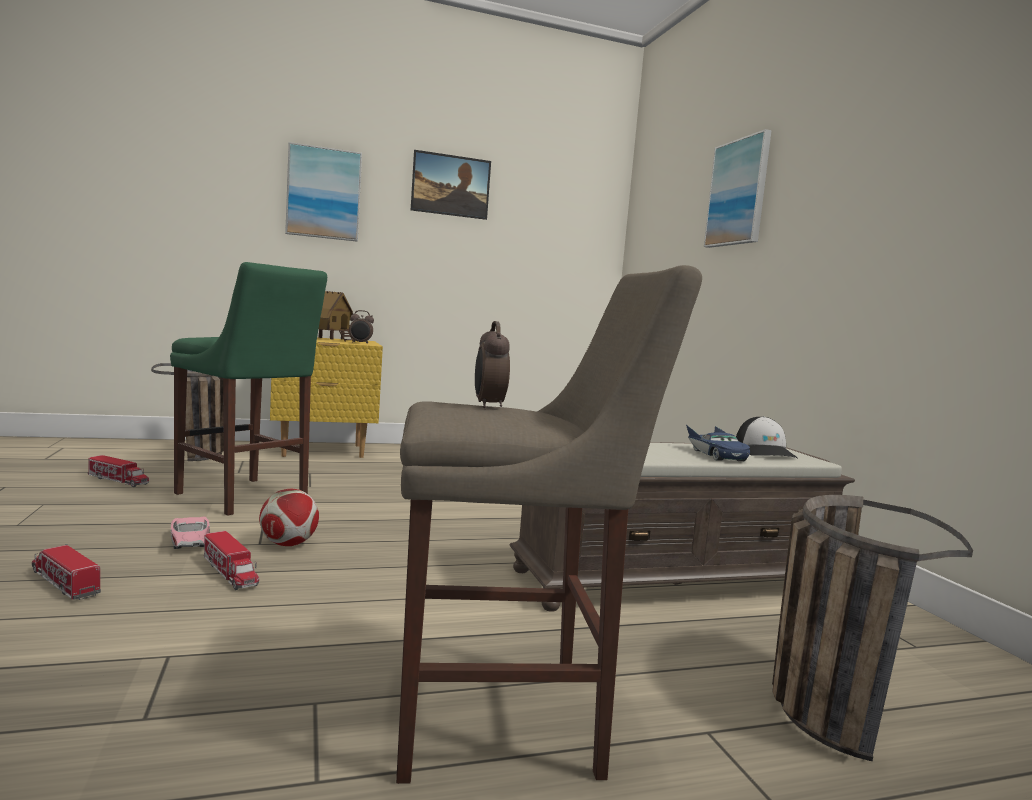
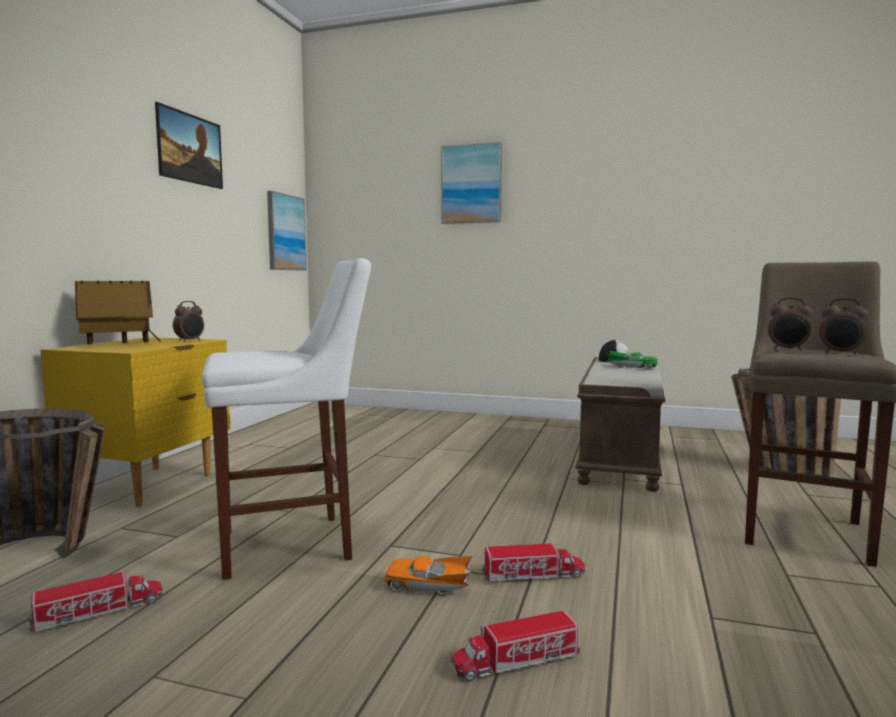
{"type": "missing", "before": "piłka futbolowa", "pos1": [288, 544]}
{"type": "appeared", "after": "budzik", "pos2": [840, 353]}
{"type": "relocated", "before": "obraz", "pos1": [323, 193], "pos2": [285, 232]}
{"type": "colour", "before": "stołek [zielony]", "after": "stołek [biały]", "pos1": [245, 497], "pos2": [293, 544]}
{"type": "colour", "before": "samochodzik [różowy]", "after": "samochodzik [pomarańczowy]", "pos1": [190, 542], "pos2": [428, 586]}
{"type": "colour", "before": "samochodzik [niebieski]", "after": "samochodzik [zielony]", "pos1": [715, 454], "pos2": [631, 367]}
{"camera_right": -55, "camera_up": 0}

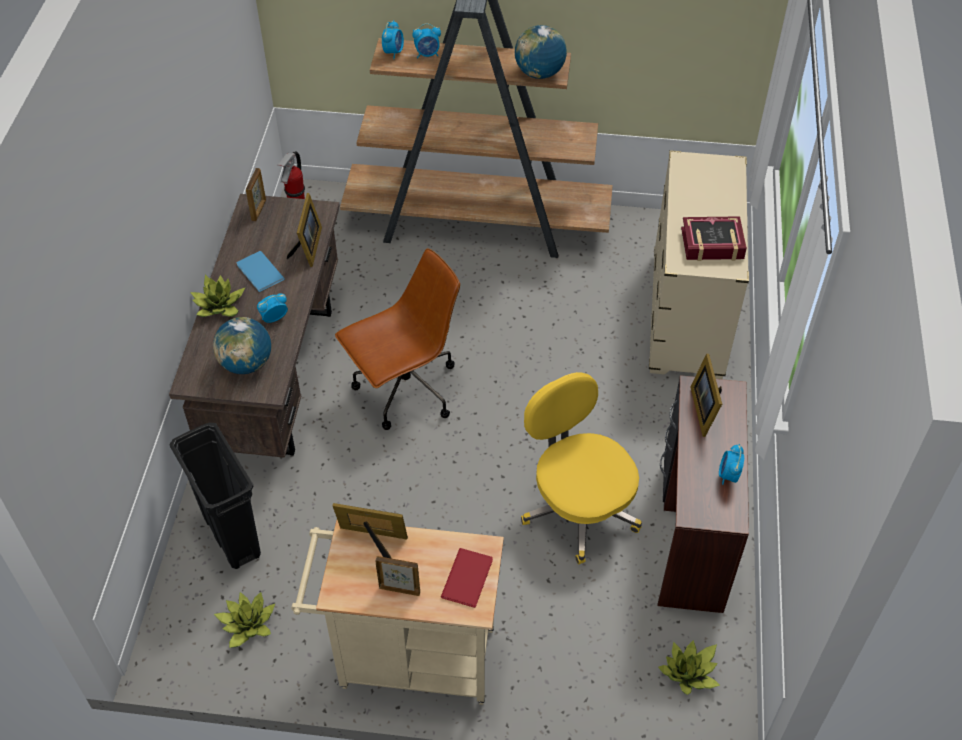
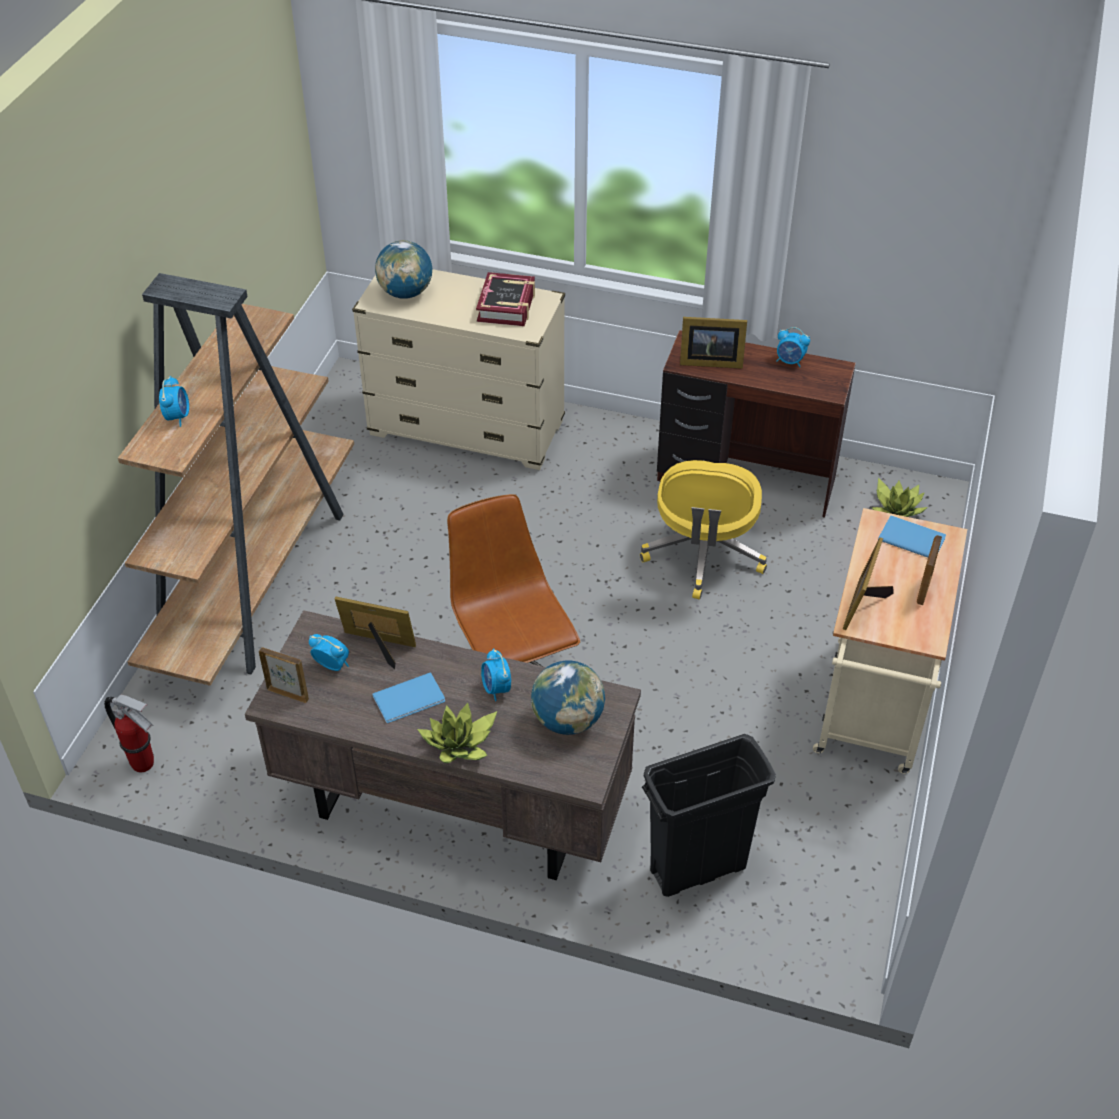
{"type": "missing", "before": "roślina doniczkowa", "pos1": [247, 625]}
{"type": "relocated", "before": "budzik", "pos1": [393, 52], "pos2": [332, 665]}
{"type": "relocated", "before": "globus", "pos1": [539, 73], "pos2": [405, 293]}
{"type": "colour", "before": "książka [czerwony]", "after": "książka [niebieski]", "pos1": [469, 577], "pos2": [910, 537]}
{"type": "spun", "before": "krzesło biurowe [żółty]", "pos1": [578, 508], "pos2": [703, 554], "turn": -60}
{"camera_right": -80, "camera_up": -5}

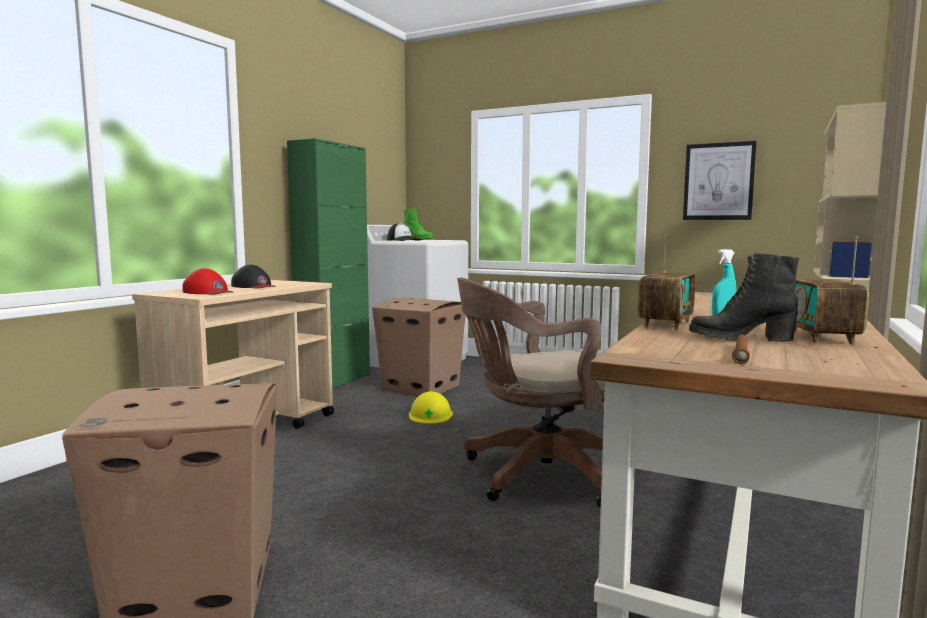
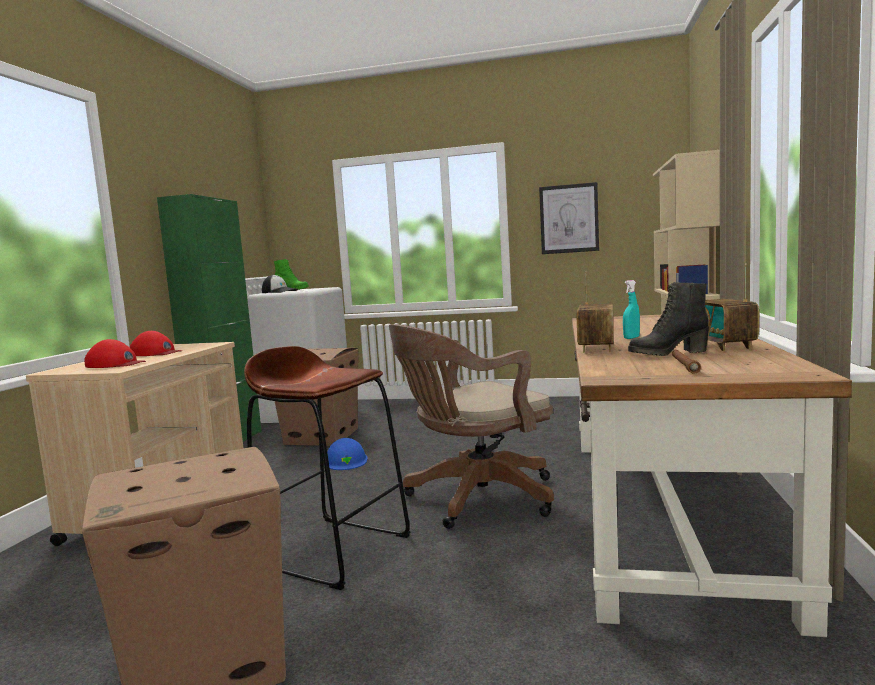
{"type": "appeared", "after": "stołek [brązowy]", "pos2": [333, 550]}
{"type": "colour", "before": "czapka z daszkiem [czarny]", "after": "czapka z daszkiem [czerwony]", "pos1": [254, 286], "pos2": [156, 353]}
{"type": "colour", "before": "kask [żółty]", "after": "kask [niebieski]", "pos1": [430, 414], "pos2": [346, 461]}
{"camera_right": -15, "camera_up": 0}

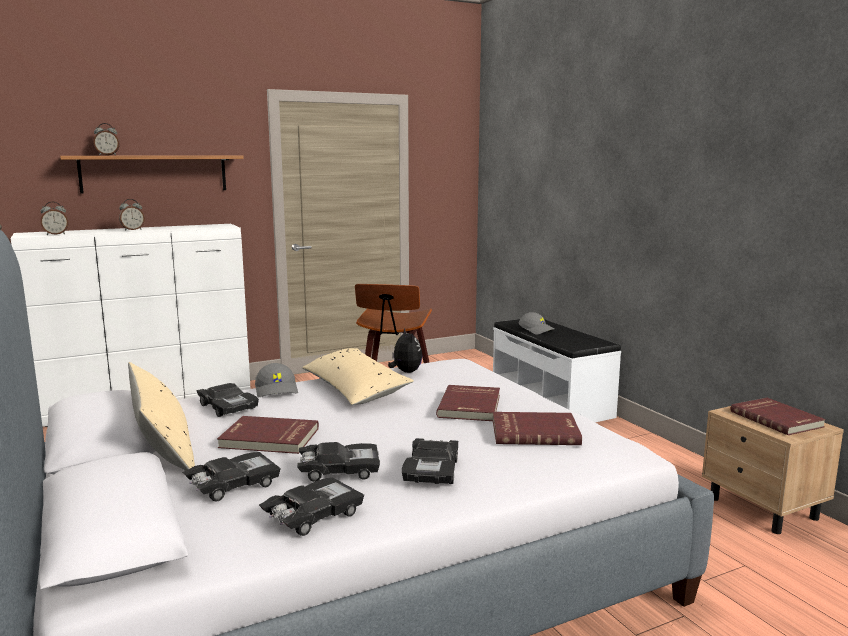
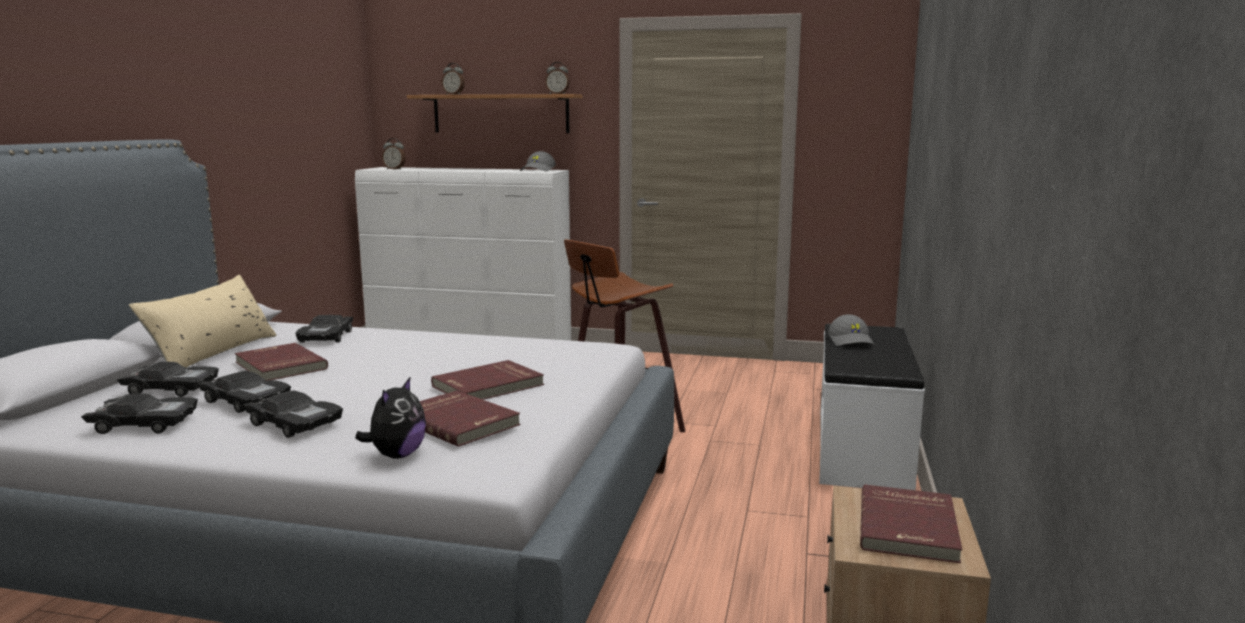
{"type": "missing", "before": "poduszka [beżowy]", "pos1": [355, 389]}
{"type": "relocated", "before": "budzik", "pos1": [132, 230], "pos2": [557, 94]}
{"type": "relocated", "before": "czapka z daszkiem [szary]", "pos1": [277, 390], "pos2": [538, 170]}
{"type": "relocated", "before": "pluszak", "pos1": [405, 372], "pos2": [397, 455]}
{"type": "spun", "before": "samochodzik [czarny]", "pos1": [432, 471], "pos2": [294, 424], "turn": -105}
{"camera_right": 40, "camera_up": 0}

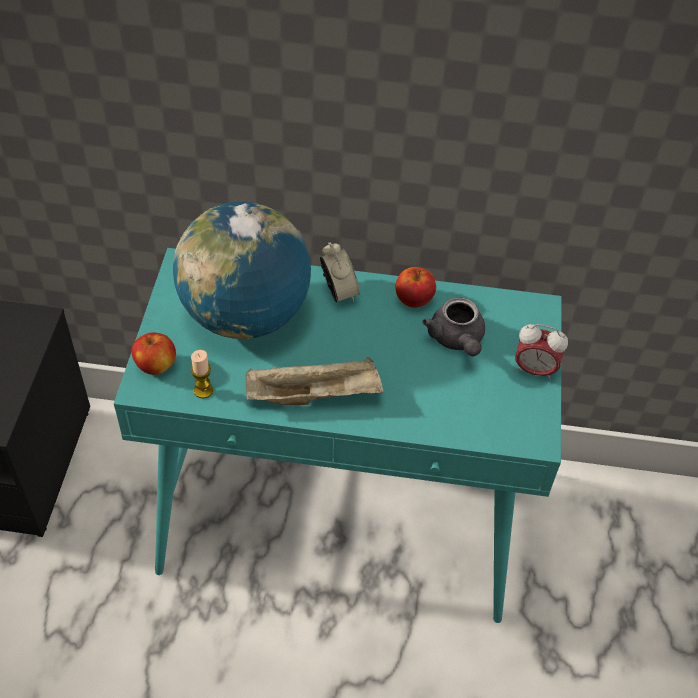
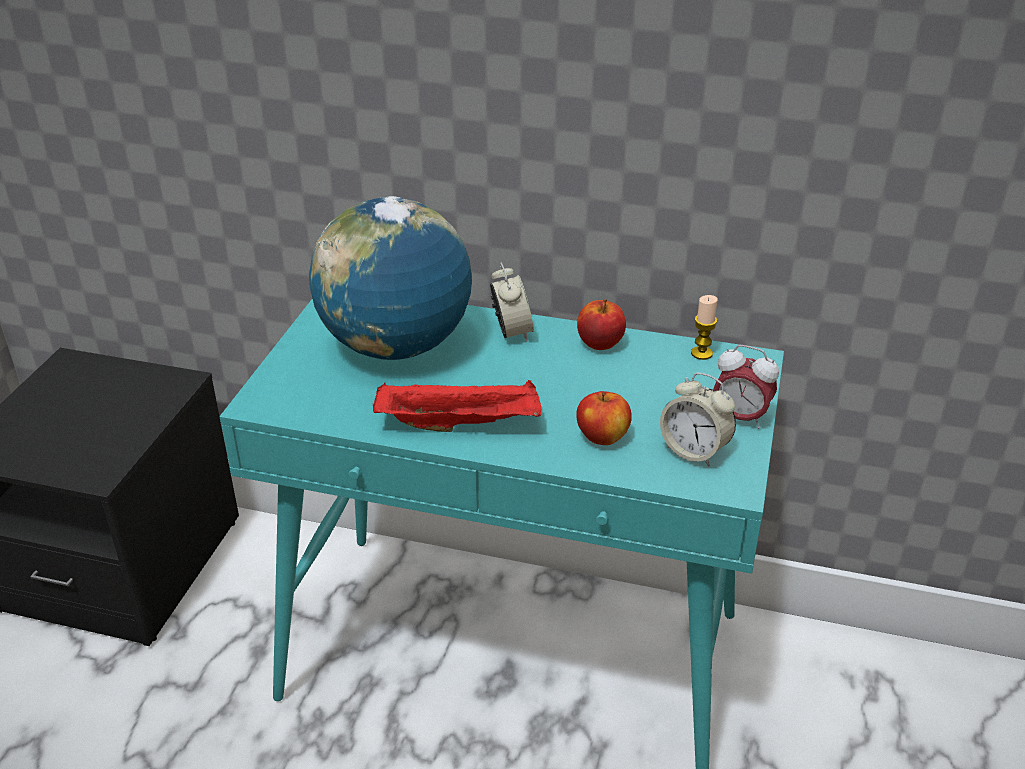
{"type": "missing", "before": "imbryk [szary]", "pos1": [457, 340]}
{"type": "appeared", "after": "budzik", "pos2": [694, 451]}
{"type": "relocated", "before": "jabłko", "pos1": [156, 366], "pos2": [603, 437]}
{"type": "relocated", "before": "świeca", "pos1": [203, 390], "pos2": [701, 353]}
{"type": "colour", "before": "taca [beżowy]", "after": "taca [czerwony]", "pos1": [315, 395], "pos2": [461, 424]}
{"camera_right": 10, "camera_up": -15}

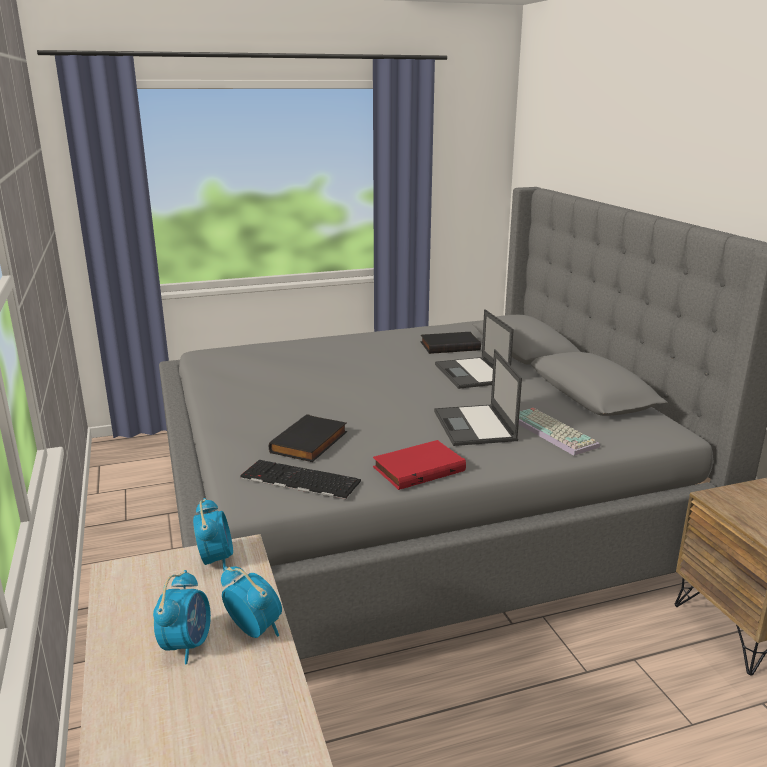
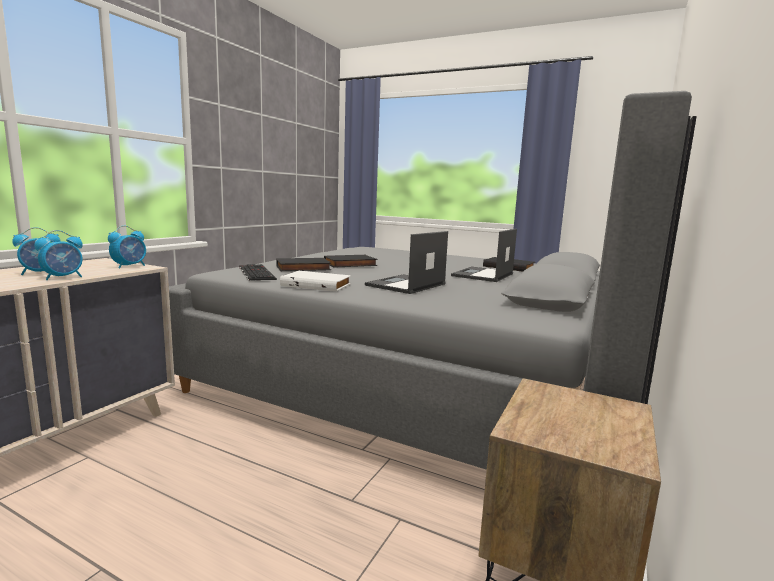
{"type": "missing", "before": "klawiatura", "pos1": [554, 432]}
{"type": "appeared", "after": "książka [czarny]", "pos2": [350, 264]}
{"type": "colour", "before": "książka [czerwony]", "after": "książka [biały]", "pos1": [418, 468], "pos2": [317, 285]}
{"type": "spun", "before": "budzik", "pos1": [254, 629], "pos2": [63, 277], "turn": 45}
{"camera_right": 45, "camera_up": -10}

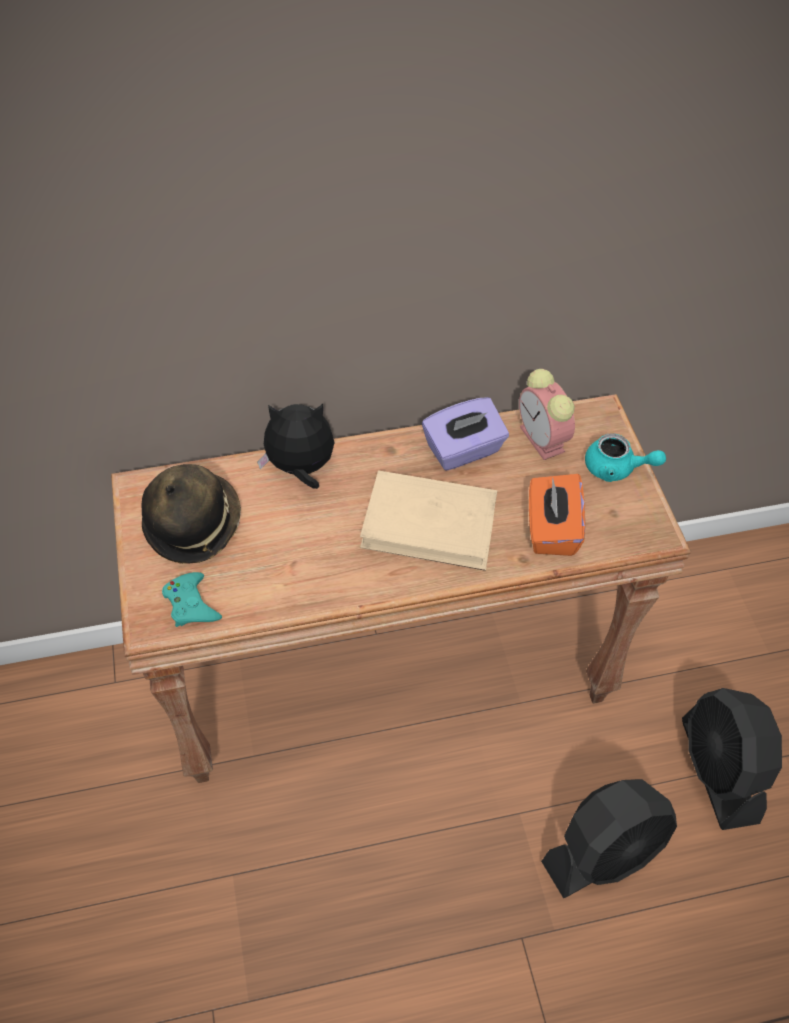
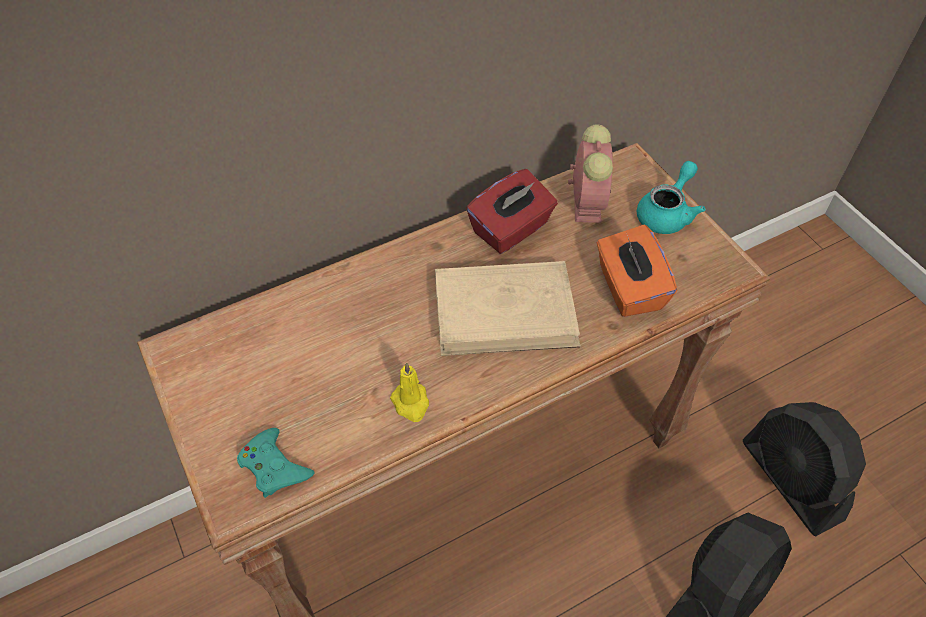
{"type": "missing", "before": "kapelusz", "pos1": [193, 524]}
{"type": "missing", "before": "pluszak", "pos1": [300, 469]}
{"type": "appeared", "after": "świeca [żółty]", "pos2": [411, 403]}
{"type": "colour", "before": "pudełko chusteczek [fioletowy]", "after": "pudełko chusteczek [czerwony]", "pos1": [463, 450], "pos2": [511, 229]}
{"type": "spun", "before": "budzik", "pos1": [544, 440], "pos2": [586, 202], "turn": -135}
{"type": "spun", "before": "imbryk [turkusowy]", "pos1": [616, 469], "pos2": [667, 213], "turn": -60}
{"camera_right": -15, "camera_up": 0}

